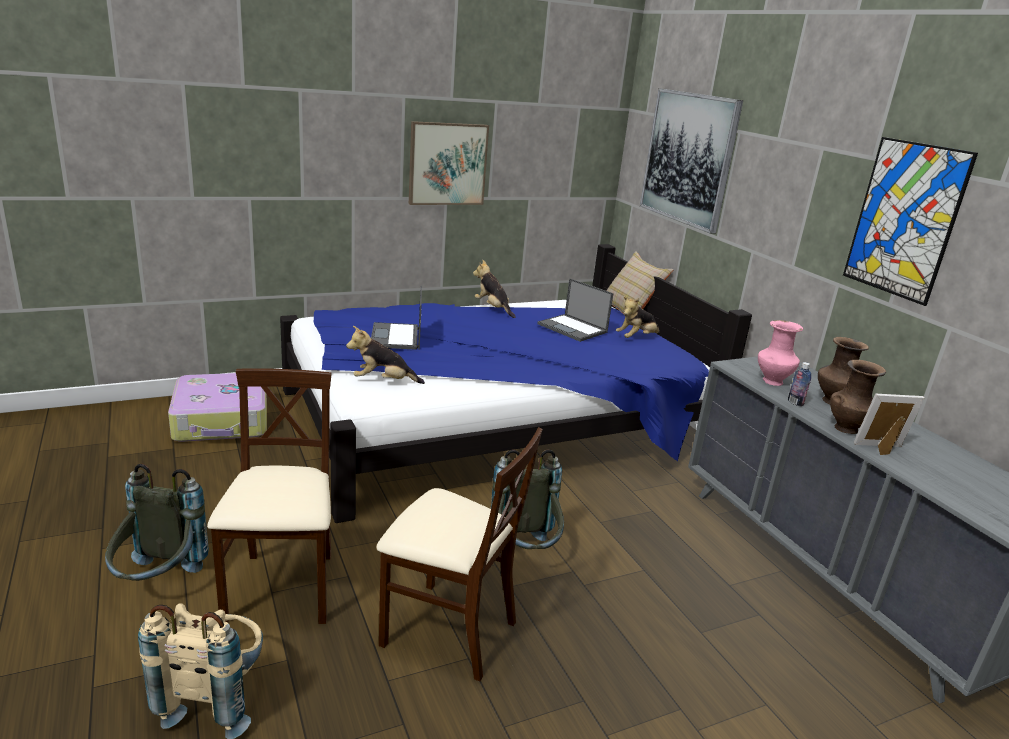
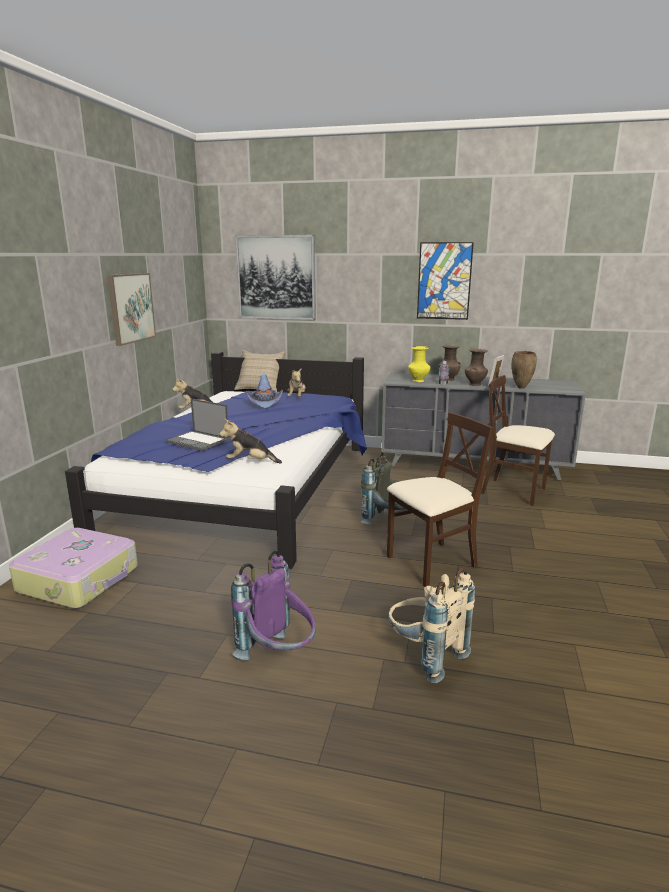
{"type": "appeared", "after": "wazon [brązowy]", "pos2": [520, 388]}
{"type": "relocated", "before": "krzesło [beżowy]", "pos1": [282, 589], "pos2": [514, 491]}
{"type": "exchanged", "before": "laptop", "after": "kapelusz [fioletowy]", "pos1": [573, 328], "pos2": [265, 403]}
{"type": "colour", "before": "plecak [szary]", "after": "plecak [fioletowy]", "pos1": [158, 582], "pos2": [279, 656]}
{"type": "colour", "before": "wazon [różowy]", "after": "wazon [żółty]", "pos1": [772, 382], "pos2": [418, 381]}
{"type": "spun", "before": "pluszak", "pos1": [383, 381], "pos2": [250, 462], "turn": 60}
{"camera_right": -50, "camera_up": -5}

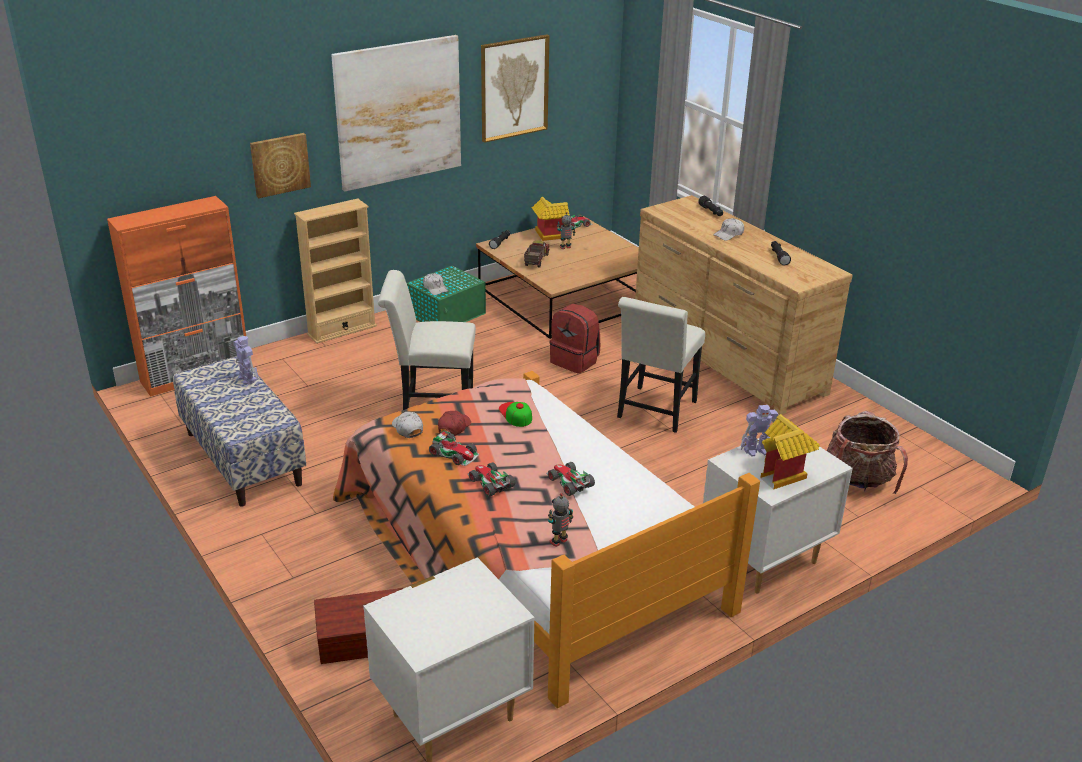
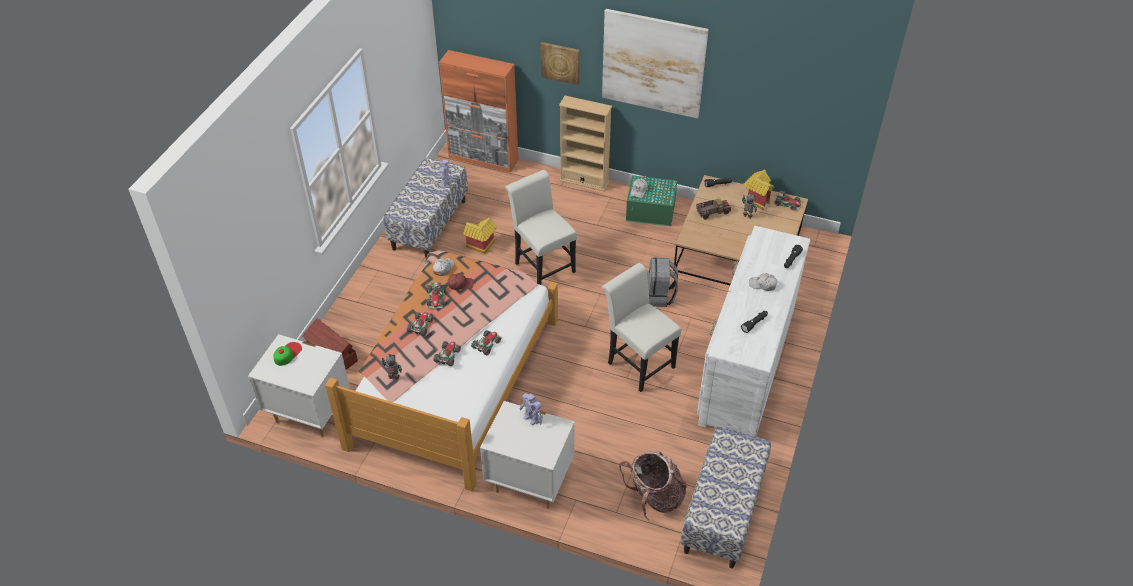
{"type": "missing", "before": "obraz", "pos1": [514, 88]}
{"type": "appeared", "after": "samochodzik", "pos2": [487, 344]}
{"type": "appeared", "after": "ławka", "pos2": [723, 513]}
{"type": "relocated", "before": "czapka z daszkiem", "pos1": [515, 414], "pos2": [287, 353]}
{"type": "relocated", "before": "domek", "pos1": [784, 475], "pos2": [480, 246]}
{"type": "colour", "before": "plecak [czerwony]", "after": "plecak [szary]", "pos1": [575, 361], "pos2": [659, 296]}
{"type": "colour", "before": "komoda [brązowy]", "after": "komoda [biały]", "pos1": [725, 356], "pos2": [746, 365]}
{"type": "spun", "before": "krzesło [biały]", "pos1": [654, 412], "pos2": [637, 362], "turn": 60}
{"camera_right": 55, "camera_up": 15}

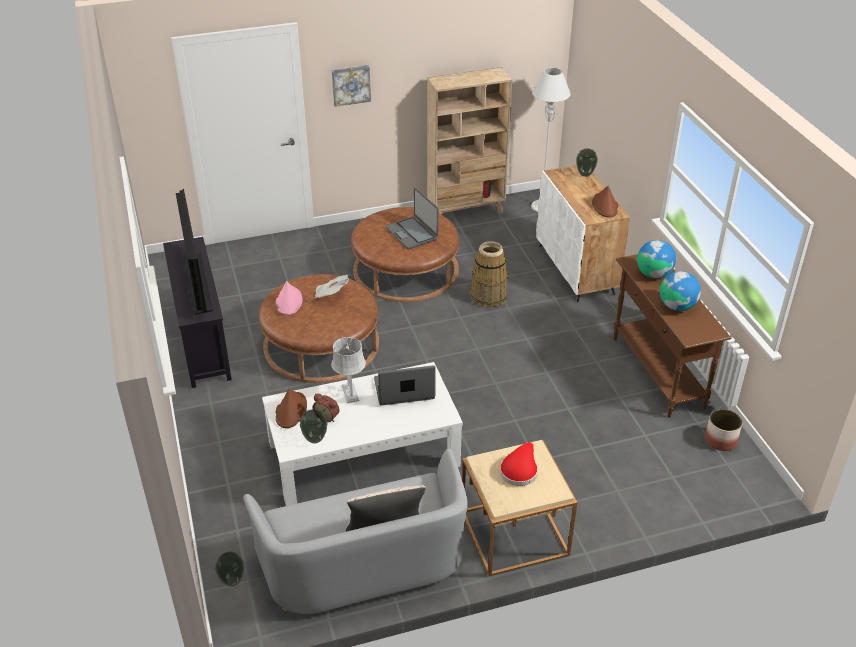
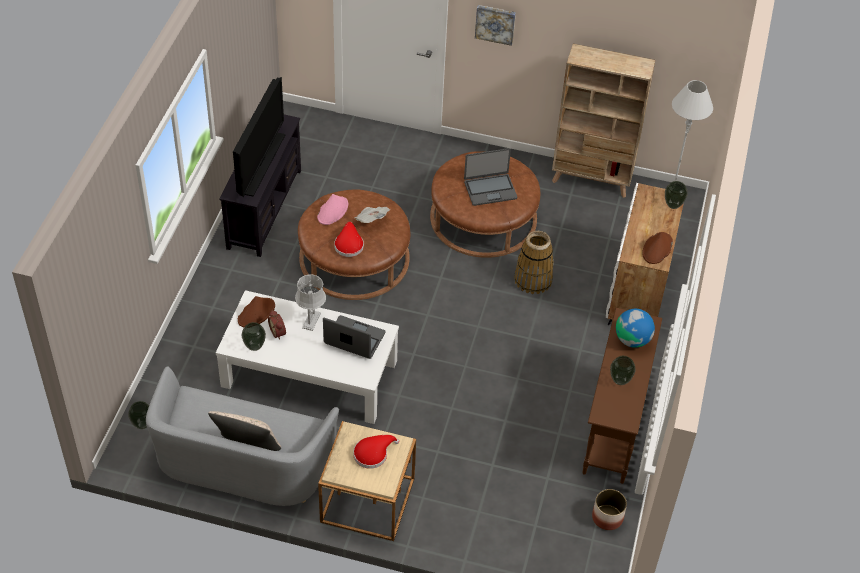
{"type": "appeared", "after": "kapelusz [czerwony]", "pos2": [349, 244]}
{"type": "exchanged", "before": "globus", "after": "wazon", "pos1": [677, 306], "pos2": [620, 380]}
{"type": "spun", "before": "laptop", "pos1": [412, 233], "pos2": [490, 189], "turn": -105}
{"camera_right": 30, "camera_up": 10}

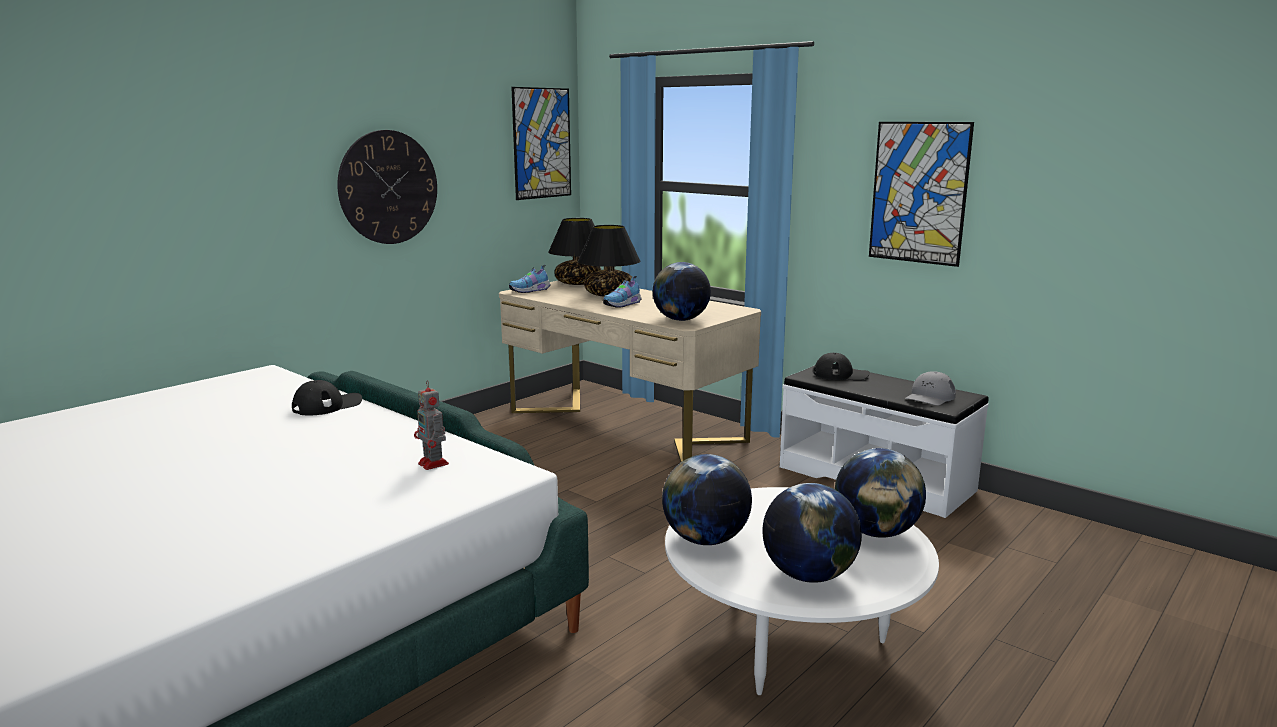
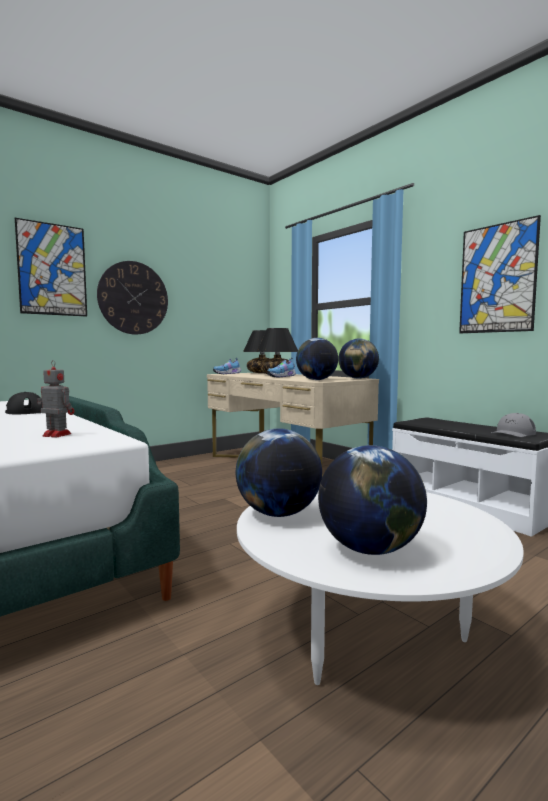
{"type": "missing", "before": "czapka z daszkiem [czarny]", "pos1": [841, 375]}
{"type": "relocated", "before": "obraz", "pos1": [542, 143], "pos2": [52, 269]}
{"type": "relocated", "before": "globus", "pos1": [876, 532], "pos2": [358, 378]}
{"type": "spun", "before": "robot zabawkowy", "pos1": [434, 464], "pos2": [56, 435], "turn": 135}
{"camera_right": 10, "camera_up": -10}

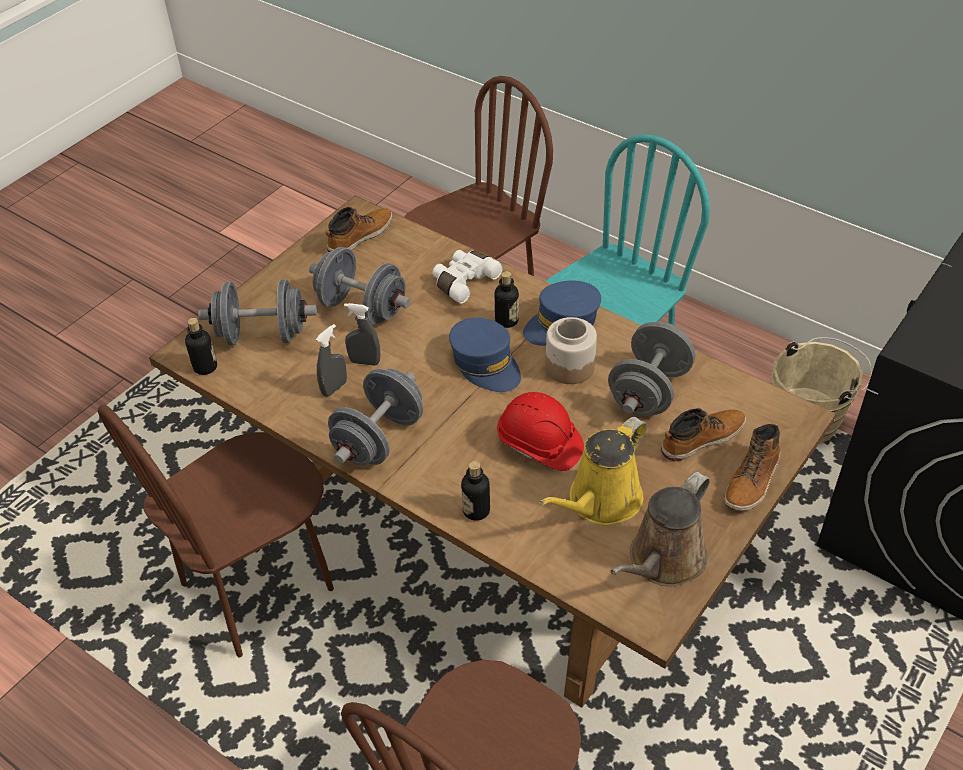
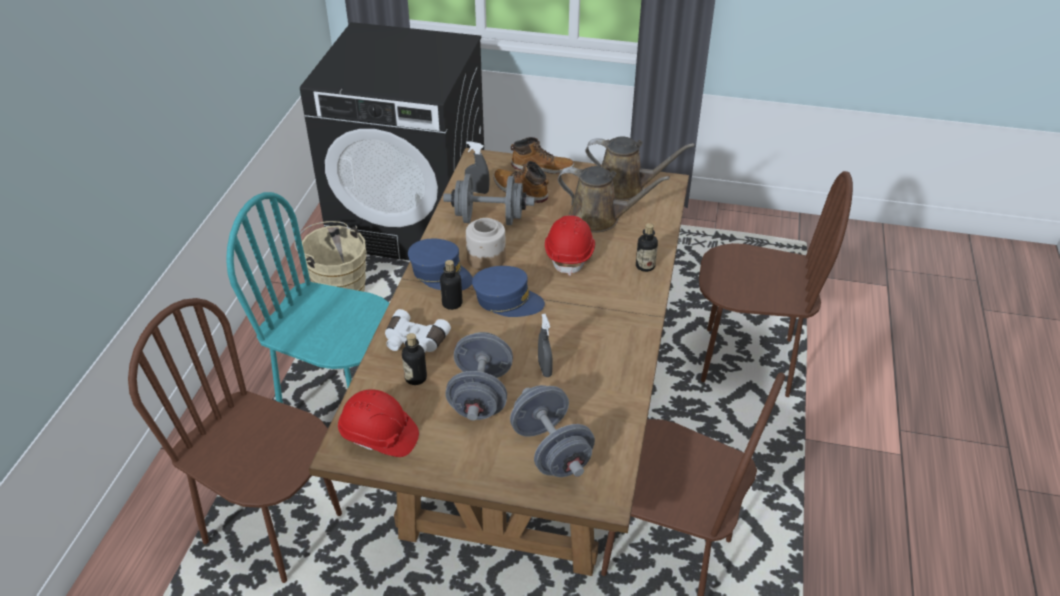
{"type": "missing", "before": "hantel [szary]", "pos1": [379, 439]}
{"type": "relocated", "before": "butelka", "pos1": [205, 367], "pos2": [415, 378]}
{"type": "relocated", "before": "spryskiwacz [szary]", "pos1": [334, 388], "pos2": [477, 191]}
{"type": "exchanged", "before": "but z cholewką", "after": "kask [czerwony]", "pos1": [359, 236], "pos2": [379, 436]}
{"type": "colour", "before": "konewka [żółty]", "after": "konewka [brązowy]", "pos1": [600, 502], "pos2": [599, 218]}
{"type": "spun", "before": "czapka z daszkiem [niebieski]", "pos1": [485, 364], "pos2": [507, 300], "turn": 75}
{"camera_right": -115, "camera_up": -5}

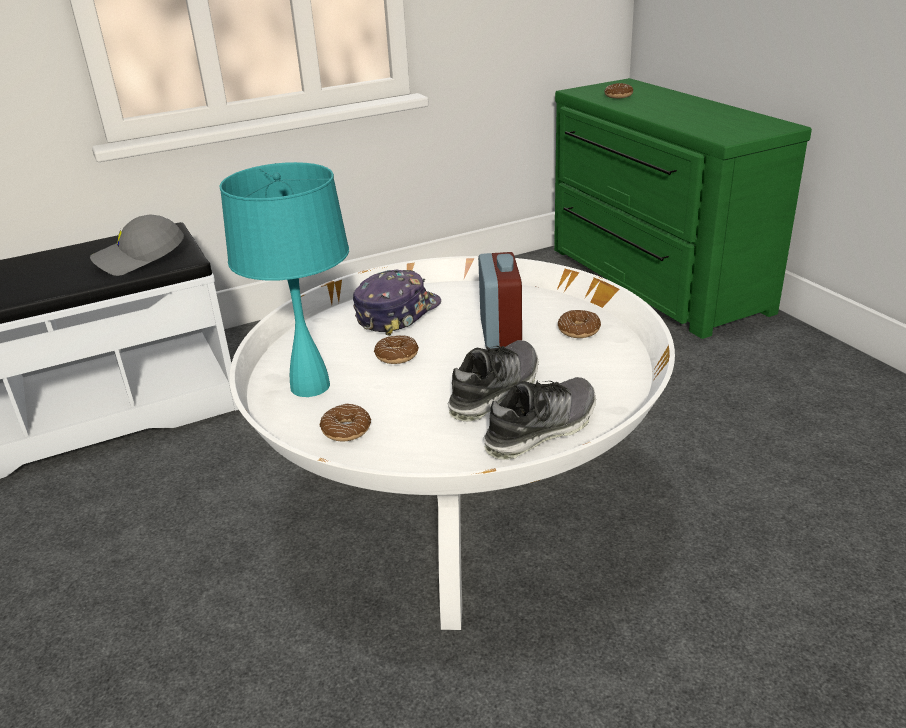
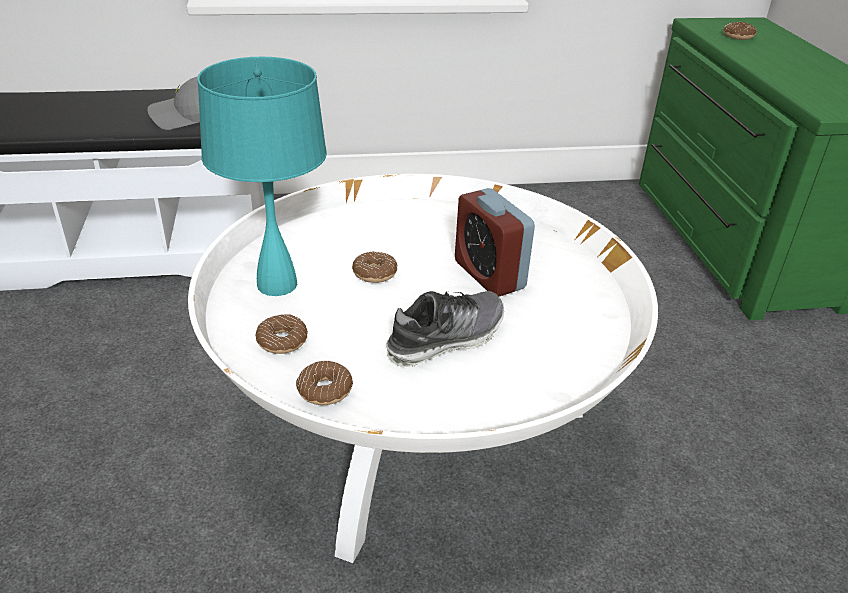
{"type": "missing", "before": "czapka z daszkiem", "pos1": [397, 313]}
{"type": "missing", "before": "but", "pos1": [541, 429]}
{"type": "relocated", "before": "donut", "pos1": [578, 330], "pos2": [325, 390]}
{"type": "spun", "before": "budzik", "pos1": [500, 333], "pos2": [489, 275], "turn": 135}
{"camera_right": 15, "camera_up": 5}

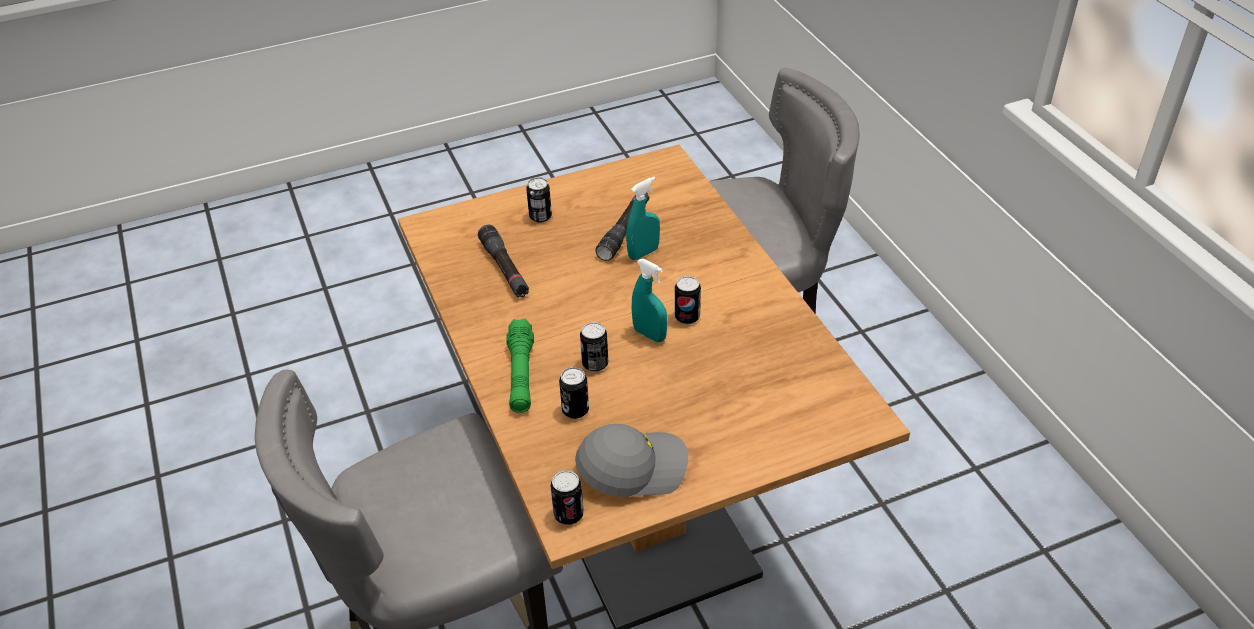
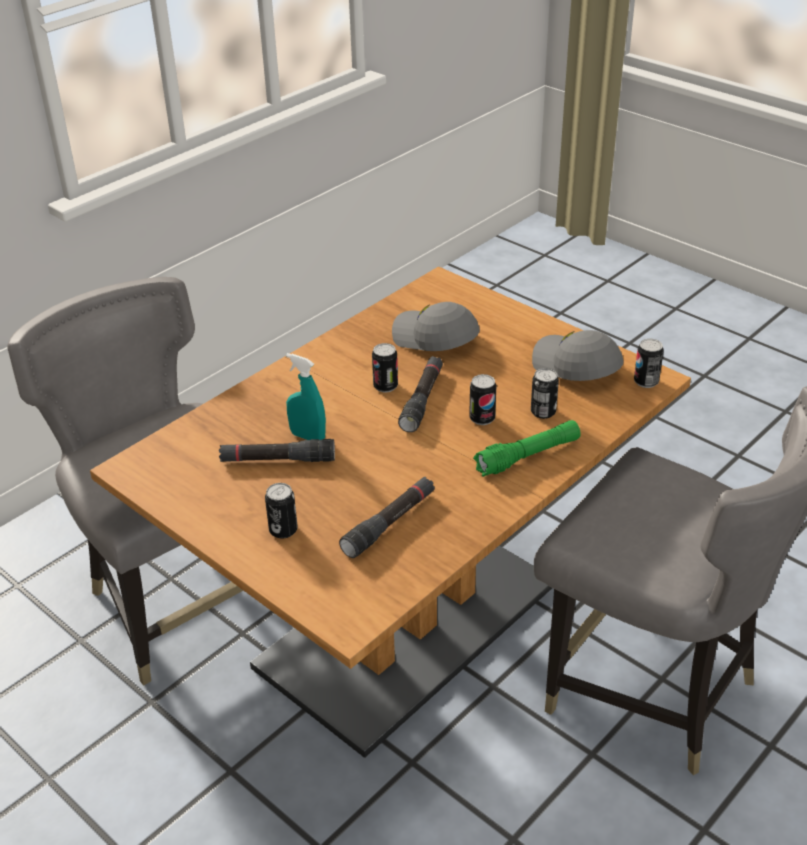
{"type": "appeared", "after": "czapka z daszkiem [szary]", "pos2": [434, 339]}
{"type": "exchanged", "before": "spryskiwacz [turkusowy]", "after": "latarka [czarny]", "pos1": [649, 334], "pos2": [422, 400]}
{"camera_right": -115, "camera_up": -5}

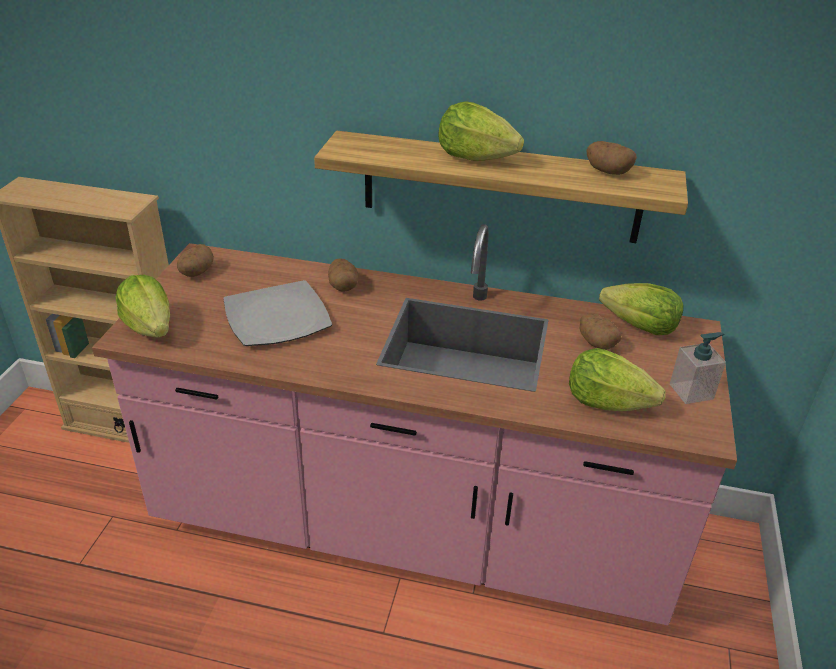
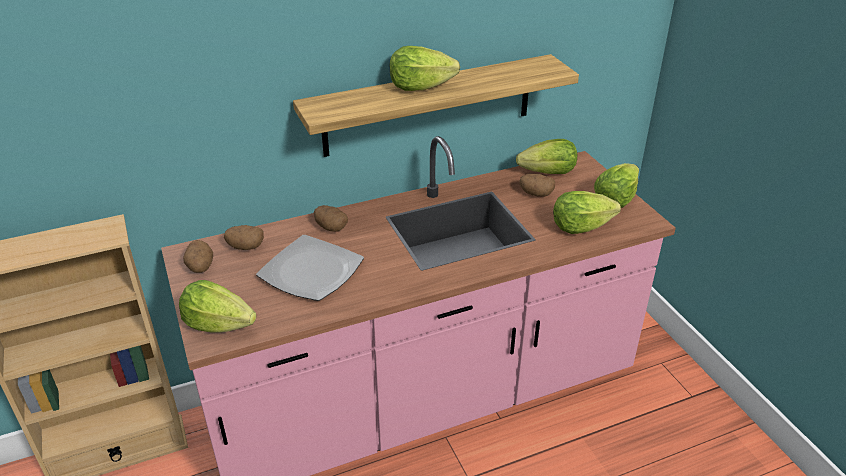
{"type": "relocated", "before": "ziemniak", "pos1": [607, 172], "pos2": [245, 247]}
{"type": "exchanged", "before": "dozownik mydła", "after": "sałata", "pos1": [691, 391], "pos2": [615, 199]}
{"camera_right": -35, "camera_up": 0}

